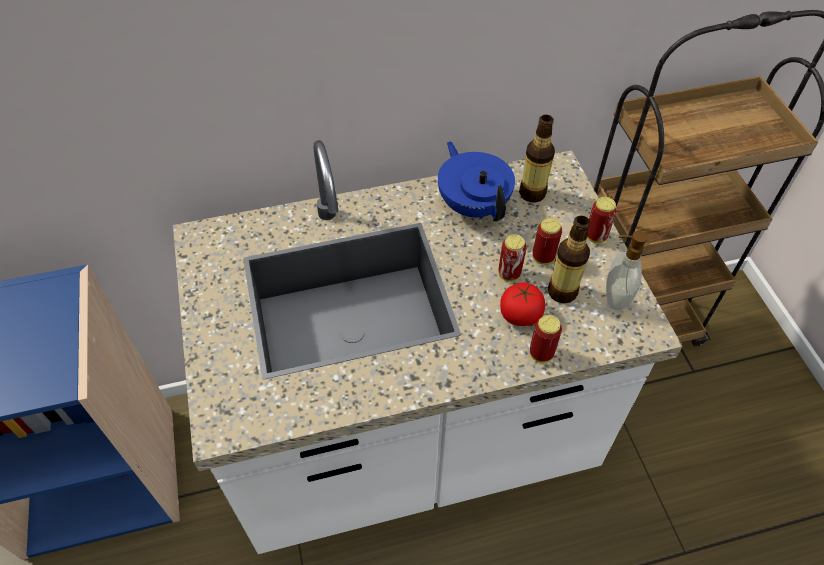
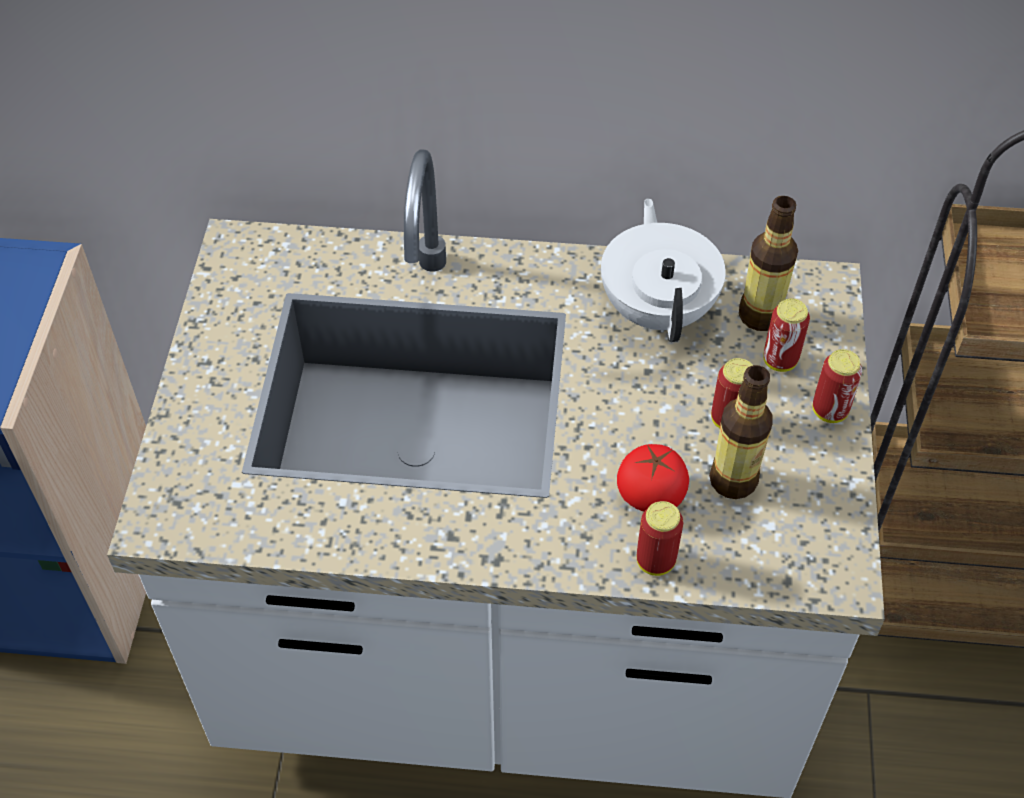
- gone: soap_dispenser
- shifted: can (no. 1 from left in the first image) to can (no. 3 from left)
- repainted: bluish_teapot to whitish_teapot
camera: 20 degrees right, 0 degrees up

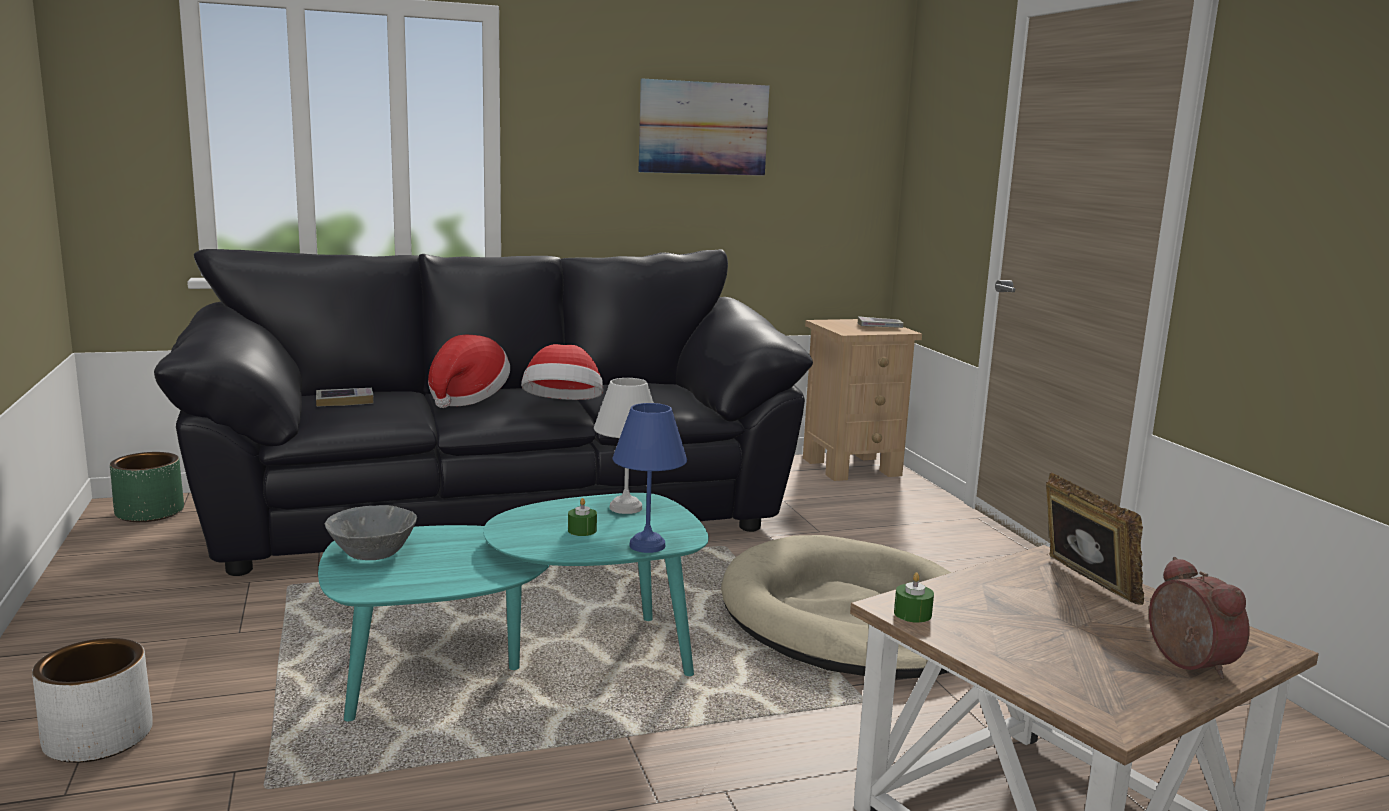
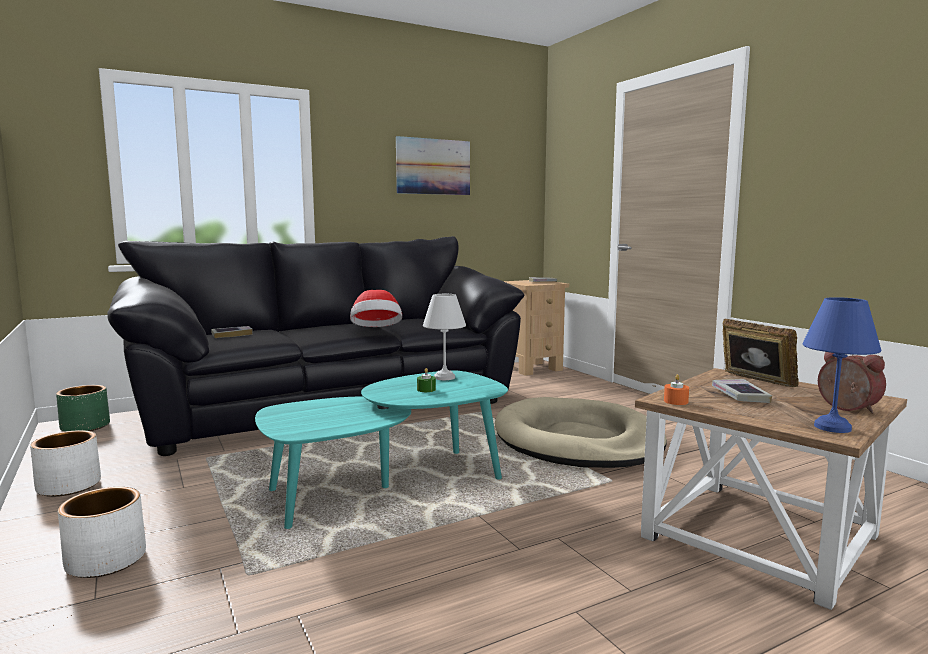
- gone: gray_serving_bowl
- gone: clothing_hat (no. 1 from left)
- new: whitish_plant_pot (no. 1 from left)
- new: book (no. 3 from left)
- shifted: bluish_lamp_for_a_table
- repainted: green-coloured_wax_light (no. 2 from left) to orangey_wax_light
camera: 10 degrees left, 5 degrees down

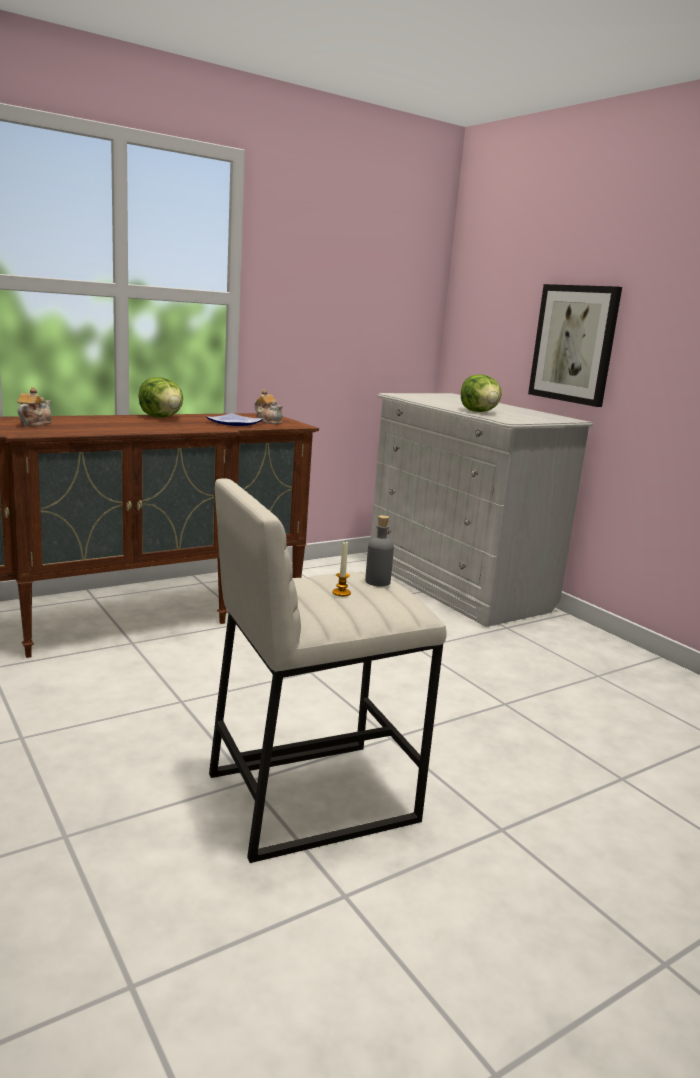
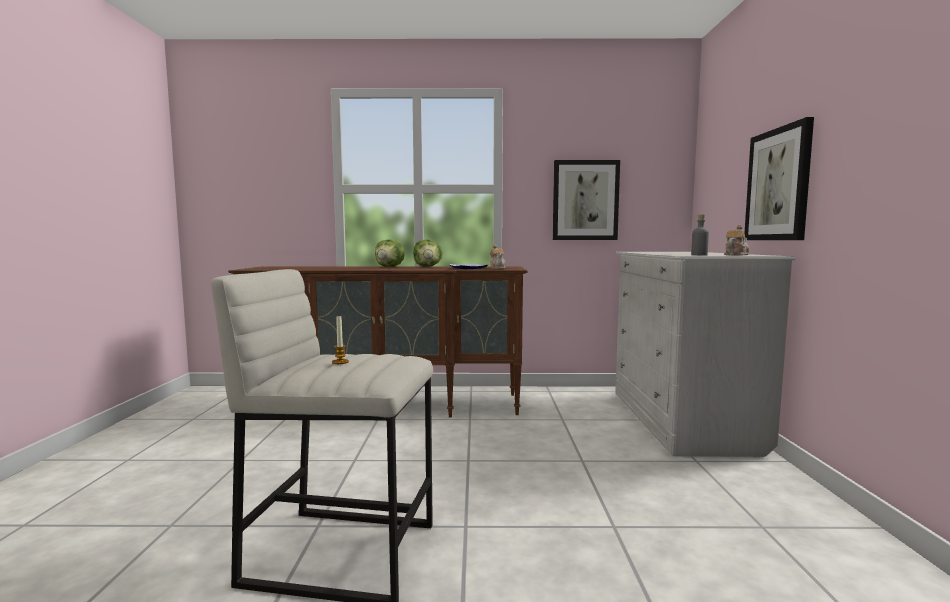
- new: wall_art (no. 1 from left)
- shifted: teapot (no. 1 from left in the first image) to teapot (no. 2 from left)
- shifted: gray_drink_bottle
- shifted: lettuce_head (no. 2 from left in the first image) to lettuce_head (no. 1 from left)
camera: 35 degrees right, 10 degrees down

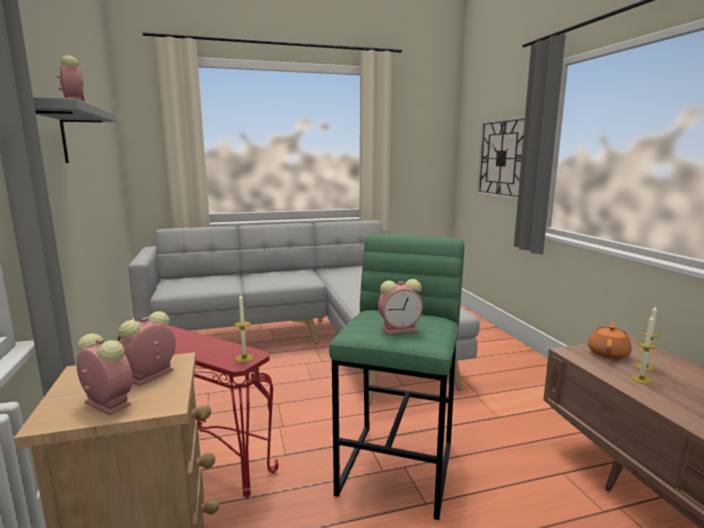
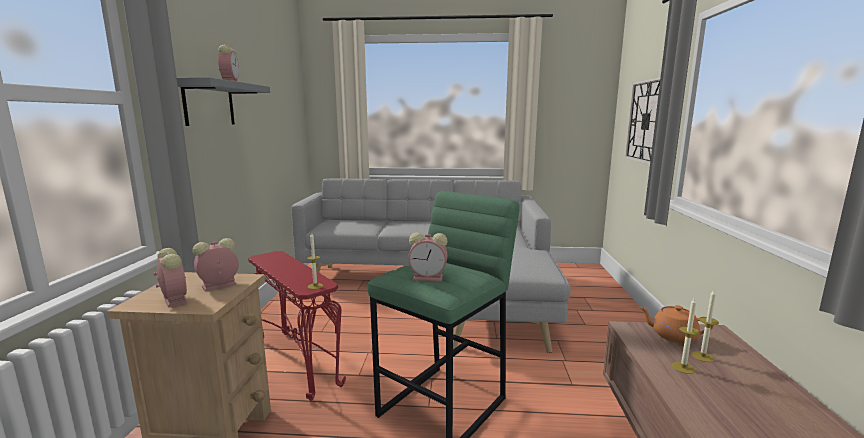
- rotated: orangey_teapot 120 degrees counterclockwise
camera: 20 degrees right, 0 degrees up

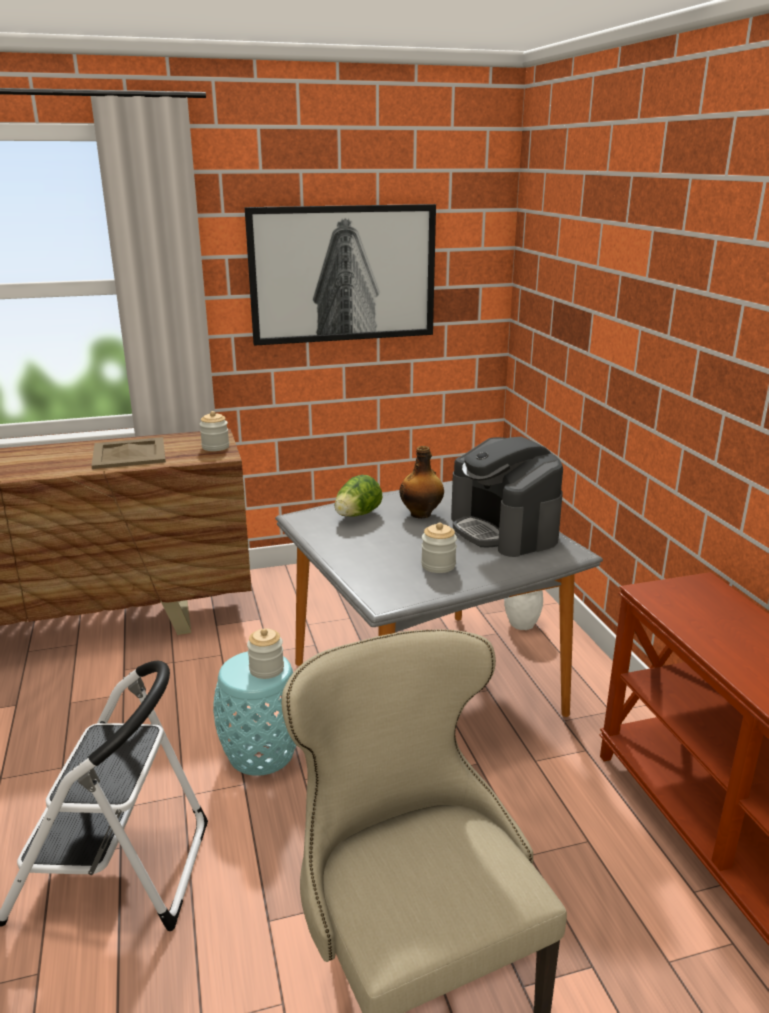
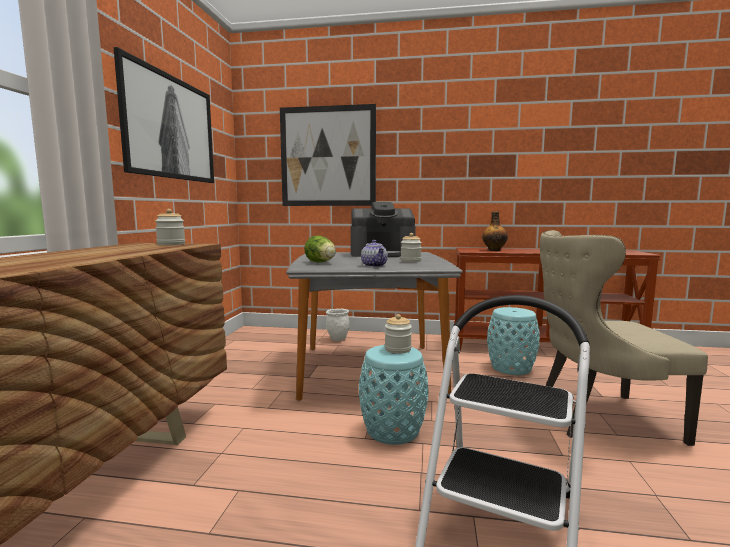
- gone: beige_carrying_tray
- new: wall_art (no. 2 from left)
- new: teapot
- new: blue-green_stool_seat (no. 2 from left)
- shifted: drink_bottle
camera: 65 degrees left, 15 degrees down

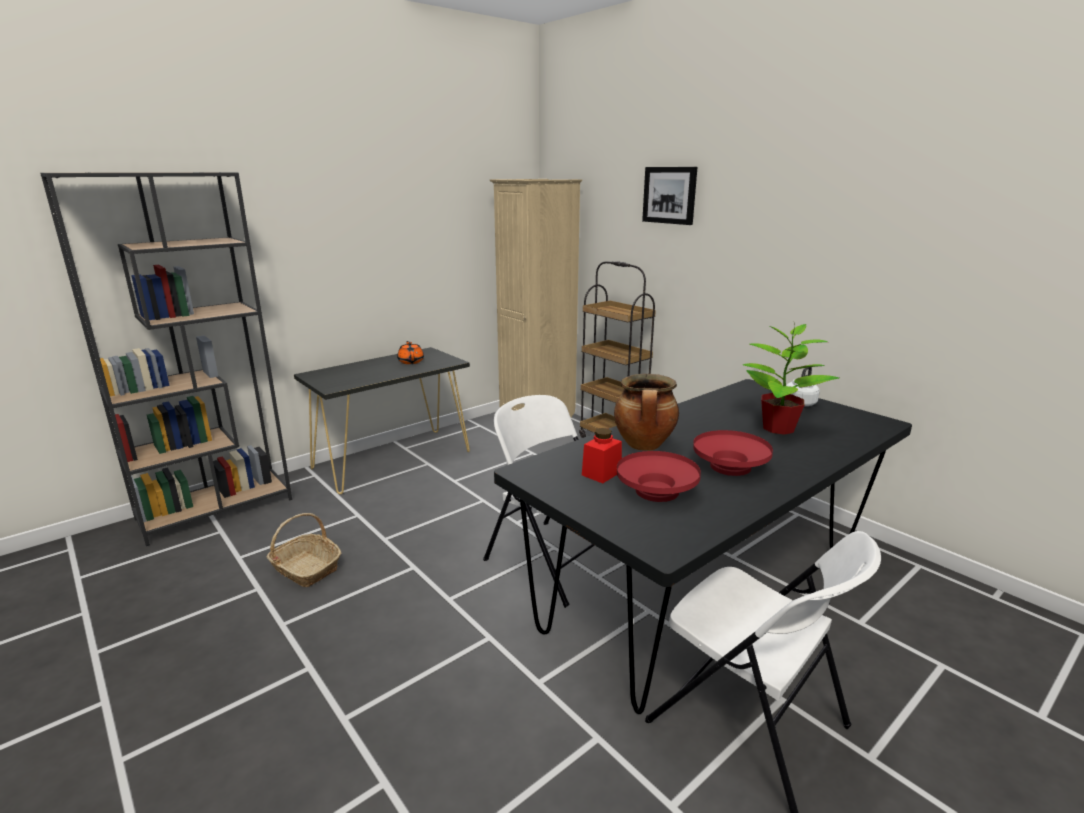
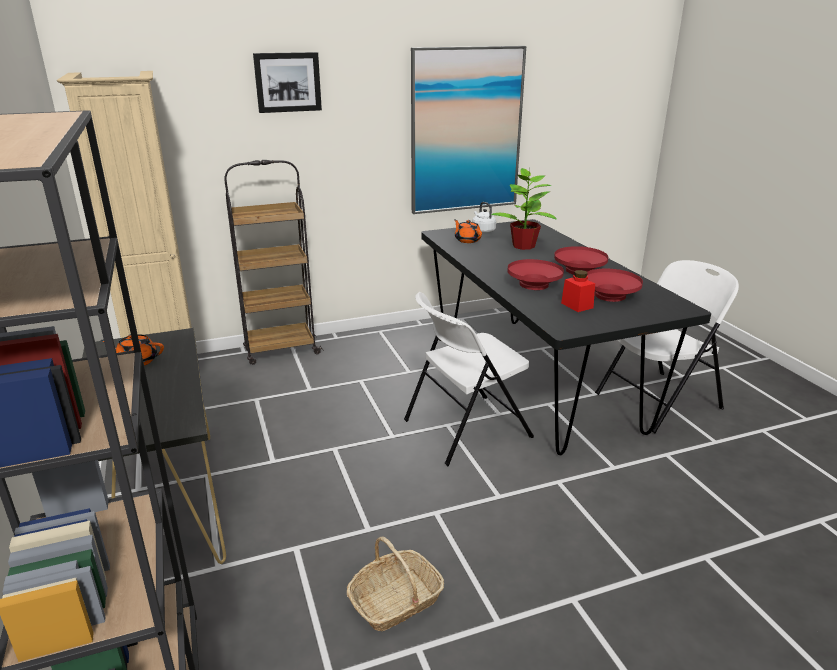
- new: wall_art (no. 2 from left)
- new: orangey_teapot (no. 2 from left)
- swapped: cooking_pot to reddish_serving_bowl (no. 1 from left)
camera: 70 degrees left, 5 degrees up

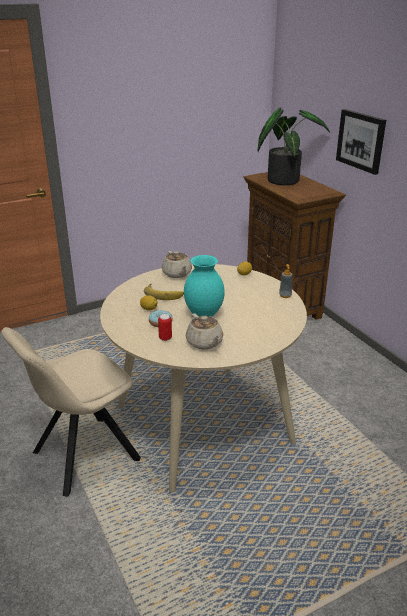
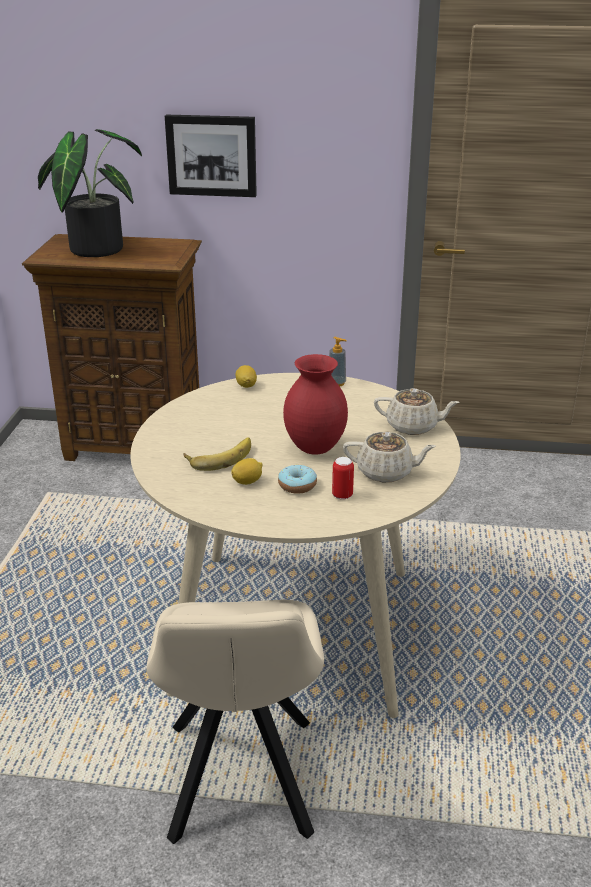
- shifted: beige_teapot (no. 1 from left in the first image) to beige_teapot (no. 2 from left)
- repainted: blue-green_decorative_vase to reddish_decorative_vase
camera: 55 degrees left, 0 degrees up

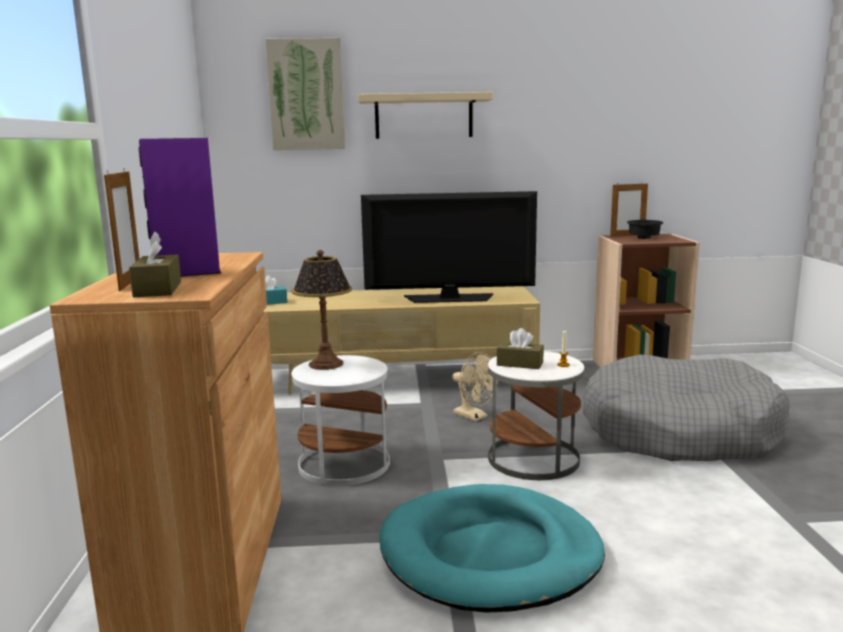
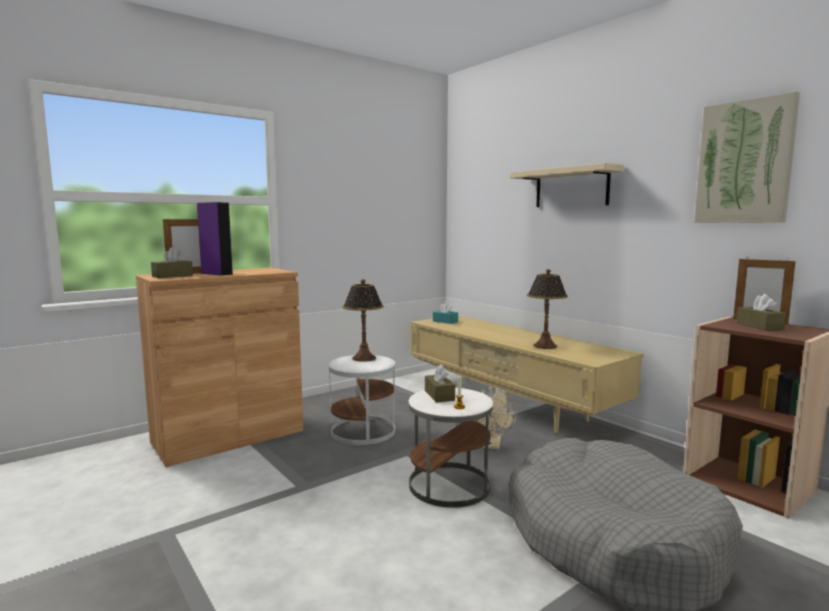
- gone: blue-green_dog_bed
- shifted: wall_art
- swapped: TV to lamp_for_a_table (no. 2 from left)
- swapped: blackish_serving_bowl to brown-coloured_tissue_holder (no. 3 from left)
camera: 55 degrees right, 5 degrees down

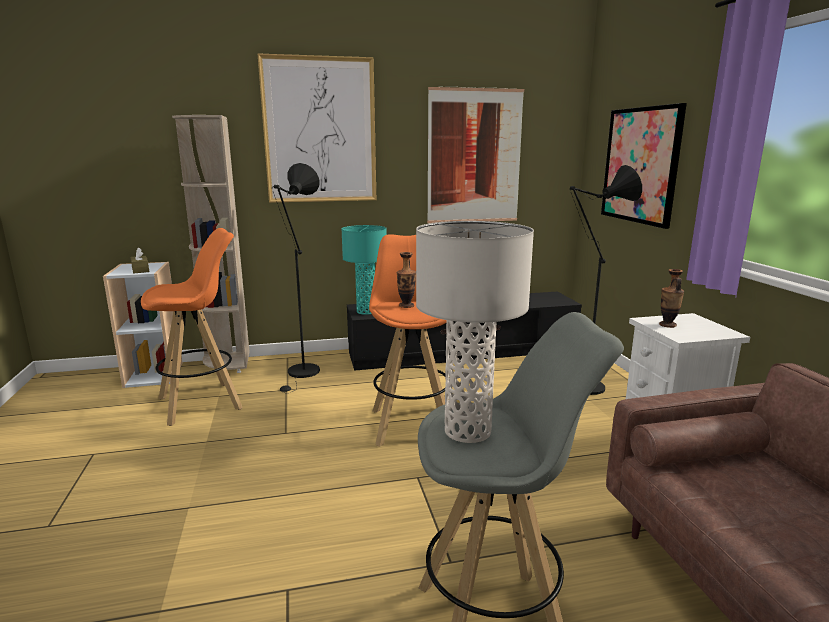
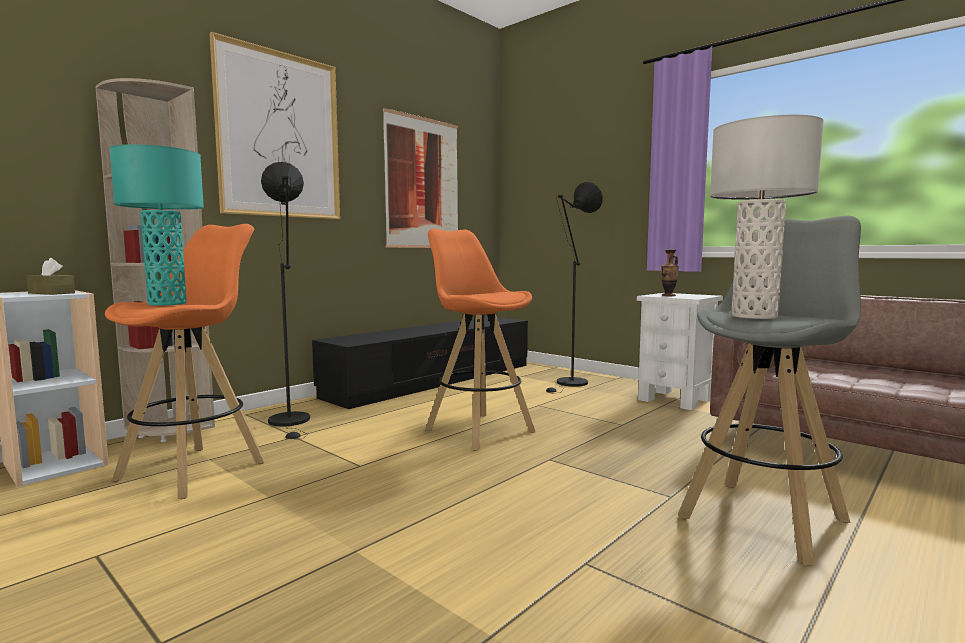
- gone: decorative_vase (no. 1 from left)
- gone: wall_art (no. 3 from left)
- shifted: blue-green_lamp_for_a_table
camera: 35 degrees left, 10 degrees down

